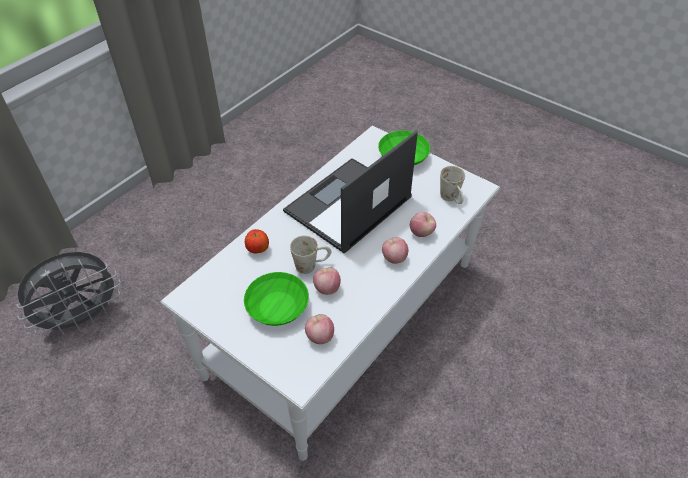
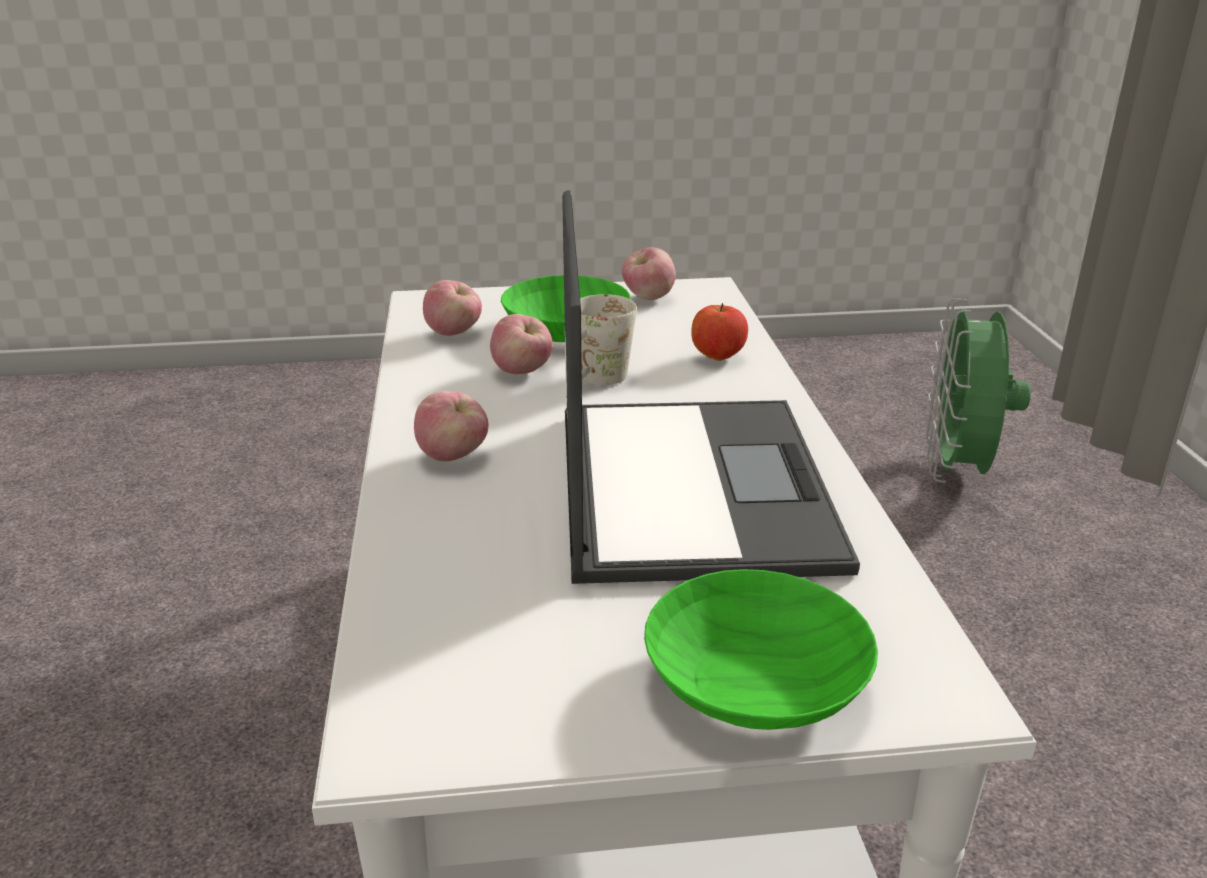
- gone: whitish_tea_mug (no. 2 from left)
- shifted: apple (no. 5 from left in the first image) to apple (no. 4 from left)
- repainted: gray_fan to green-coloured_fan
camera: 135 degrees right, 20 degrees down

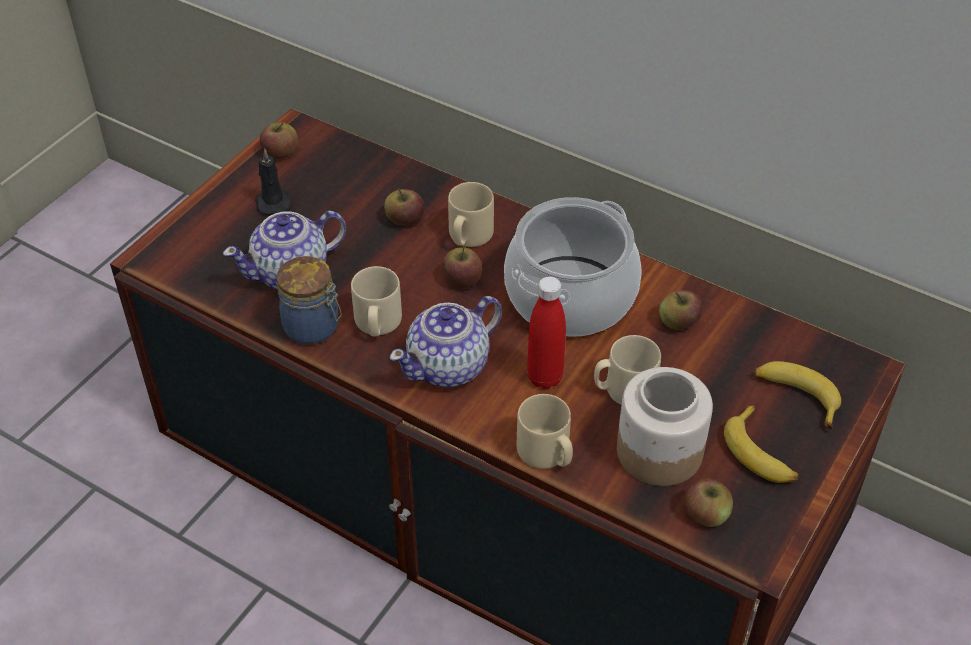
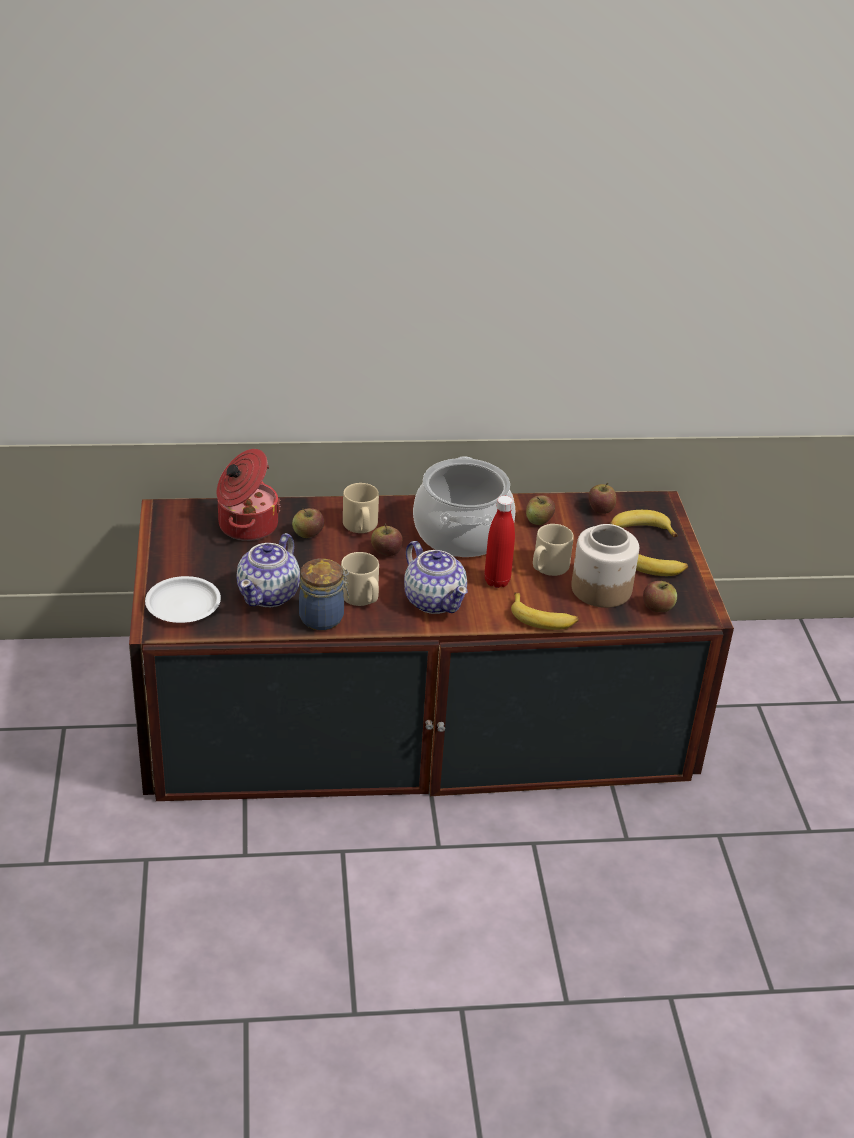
- gone: blackish_wax_light
- new: whitish_plate
- new: cooking_pot (no. 1 from left)
- shifted: apple (no. 1 from left in the first image) to apple (no. 4 from left)
- swapped: beige_tea_mug (no. 3 from left) to banana (no. 1 from left)
- rotated: teapot (no. 2 from left) 45 degrees counterclockwise
camera: 40 degrees left, 10 degrees down

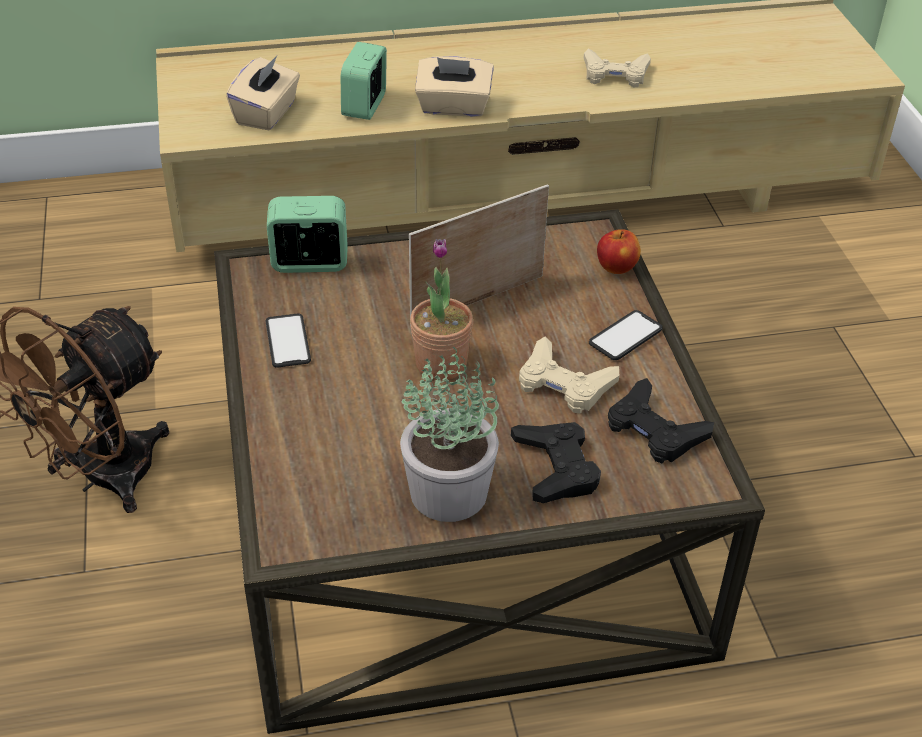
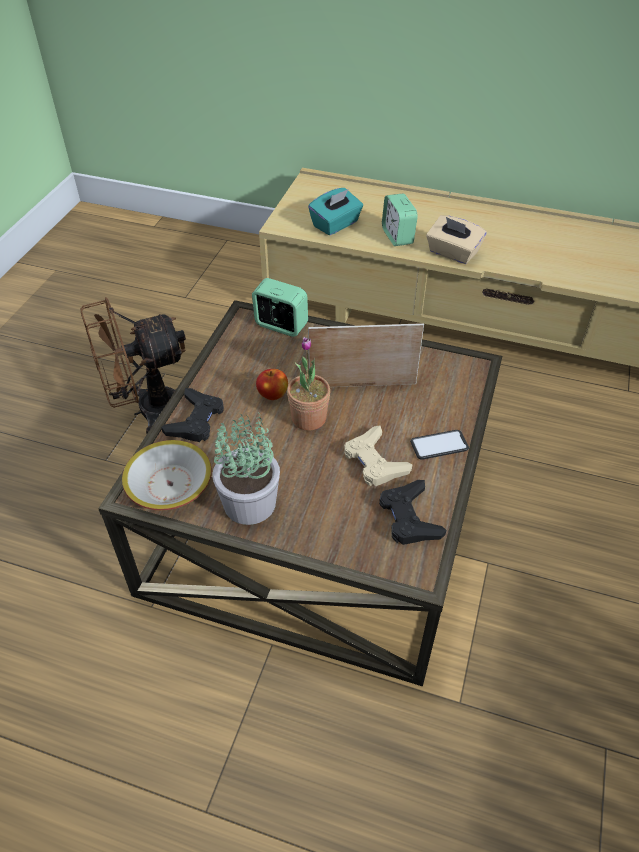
- gone: phone (no. 1 from left)
- gone: beige_joypad (no. 2 from left)
- new: serving_bowl
- shifted: blackish_joypad (no. 1 from left)
- shifted: apple
- repainted: beige_tissue_holder (no. 1 from left) to blue-green_tissue_holder
- rotated: bedside_clock (no. 2 from left) 60 degrees counterclockwise
camera: 30 degrees right, 5 degrees up

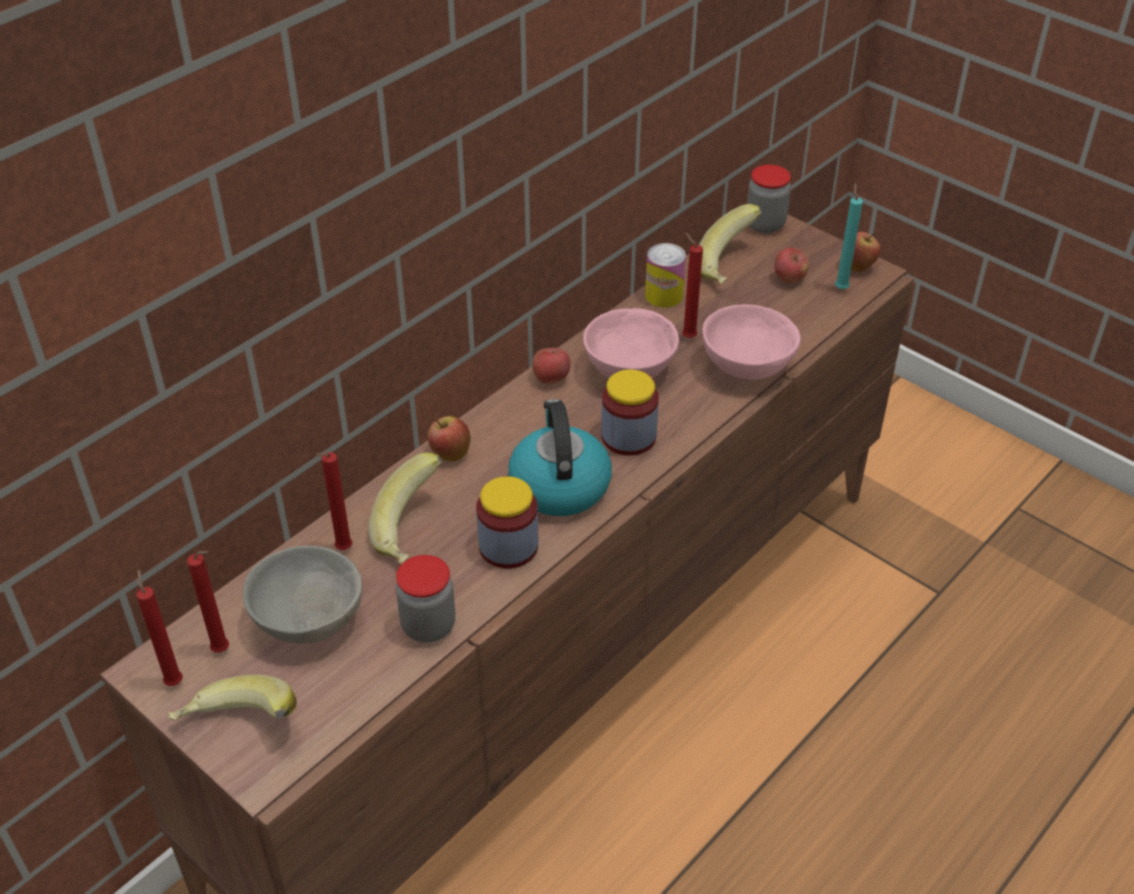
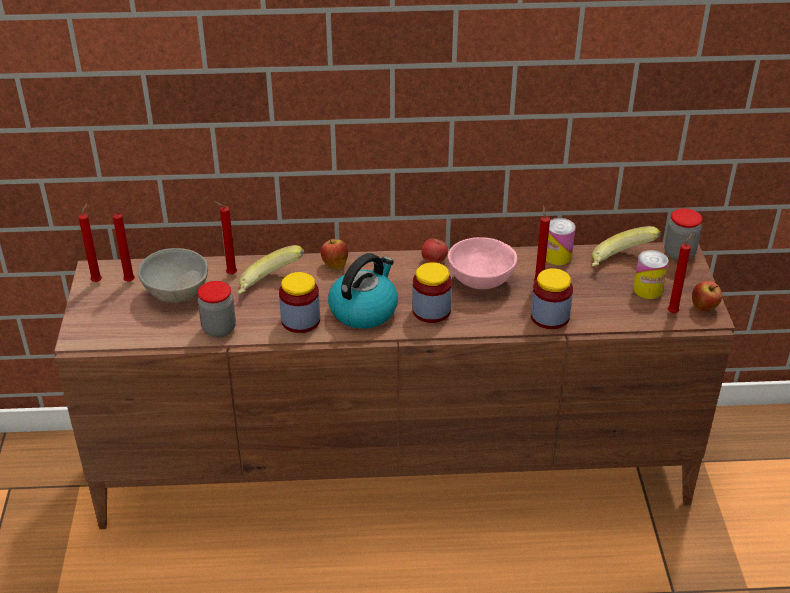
- gone: banana (no. 1 from left)
- swapped: pink_serving_bowl (no. 2 from left) to preserve_jar (no. 4 from left)
- swapped: apple (no. 3 from left) to can (no. 2 from left)
- repainted: blue-green_wax_light to reddish_wax_light (no. 5 from left)
camera: 45 degrees right, 5 degrees down

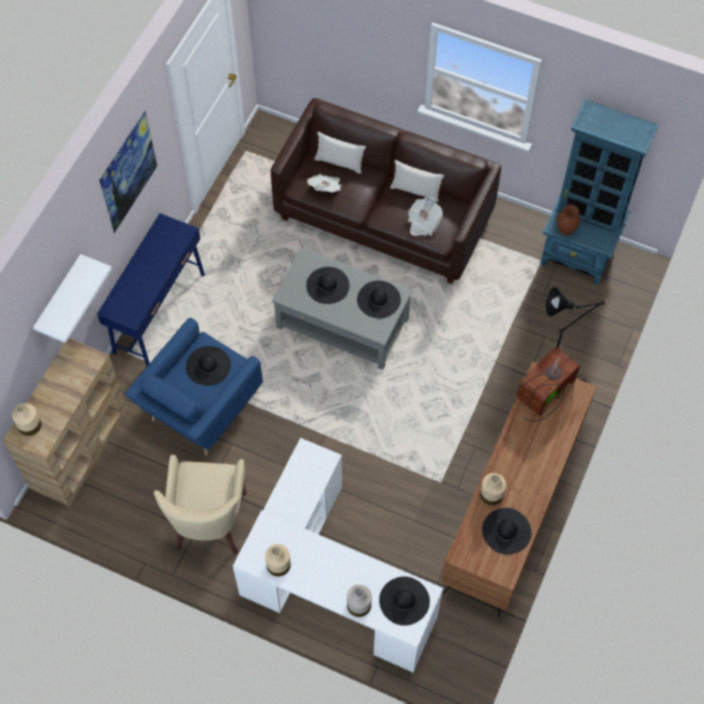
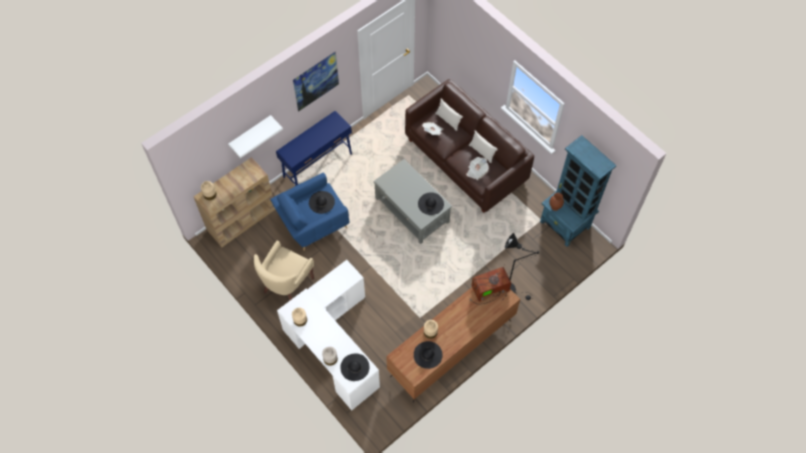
- gone: blackish_clothing_hat (no. 2 from left)
camera: 25 degrees right, 0 degrees up

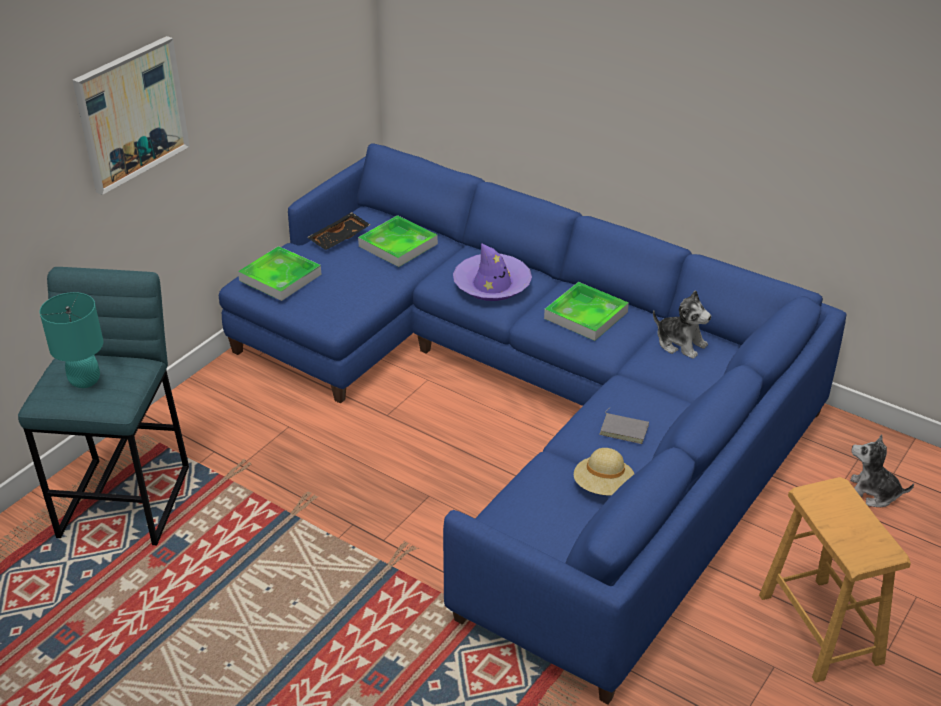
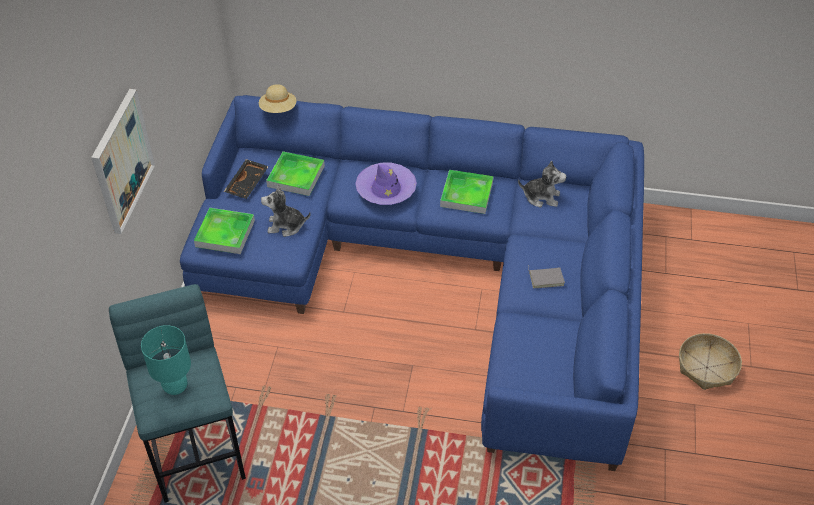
- shifted: beige_clothing_hat
- shifted: cuddly_toy (no. 2 from left in the first image) to cuddly_toy (no. 1 from left)
- swapped: brown-coloured_stool_seat to basket
camera: 25 degrees left, 10 degrees up

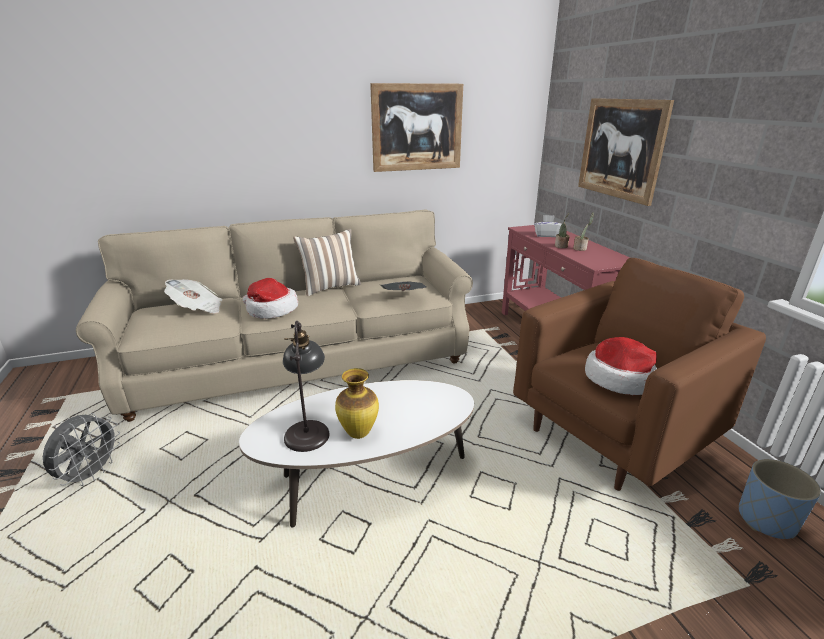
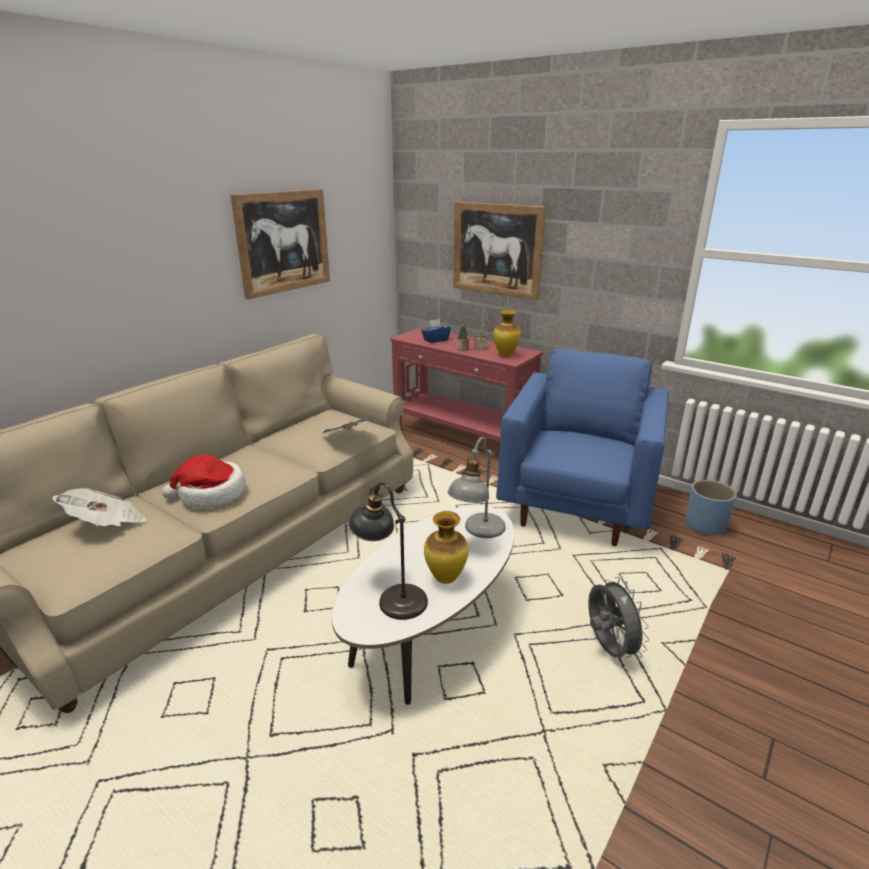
- gone: throw_pillow
- gone: clothing_hat (no. 2 from left)
- new: gray_lamp_for_a_table (no. 2 from left)
- new: decorative_vase (no. 2 from left)
- shifted: gray_fan
- repainted: brown-coloured_easy_chair to bluish_easy_chair
- repainted: whitish_tissue_holder to bluish_tissue_holder
camera: 35 degrees left, 0 degrees up

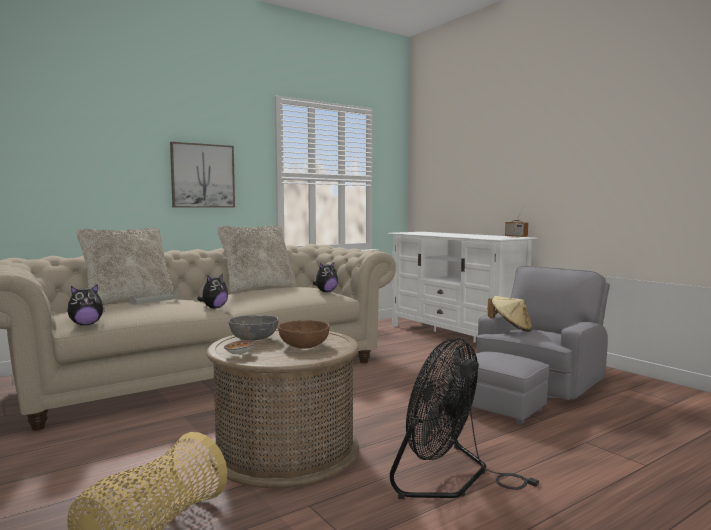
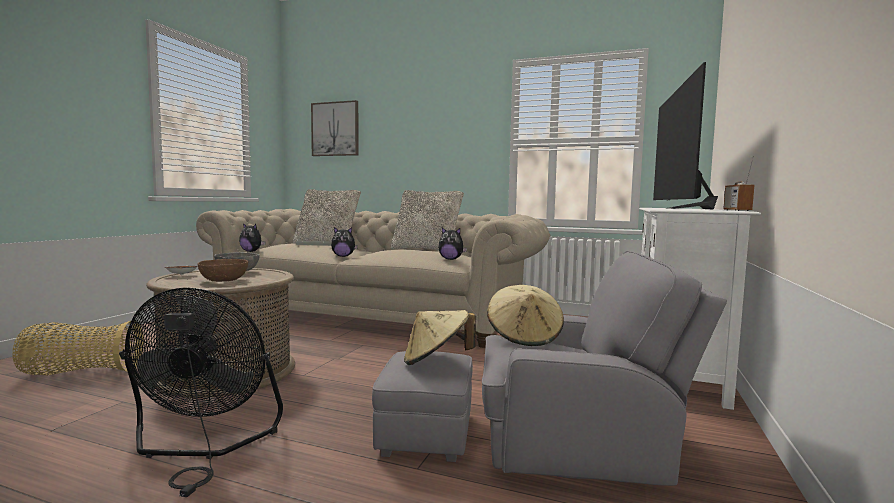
- new: beige_clothing_hat (no. 1 from left)
- new: TV
- shifted: wall_art
camera: 55 degrees right, 0 degrees up

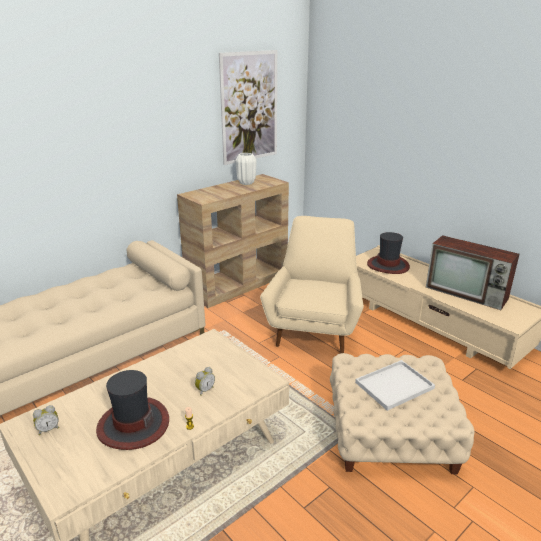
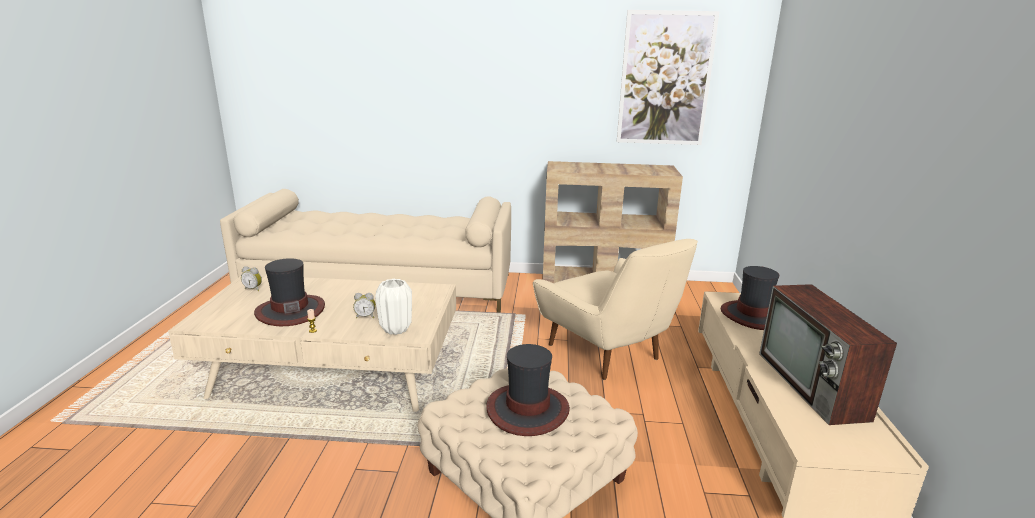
- shifted: whitish_decorative_vase
- swapped: whitish_carrying_tray to clothing_hat (no. 2 from left)
- rotated: beige_easy_chair 90 degrees clockwise
camera: 45 degrees right, 5 degrees down

